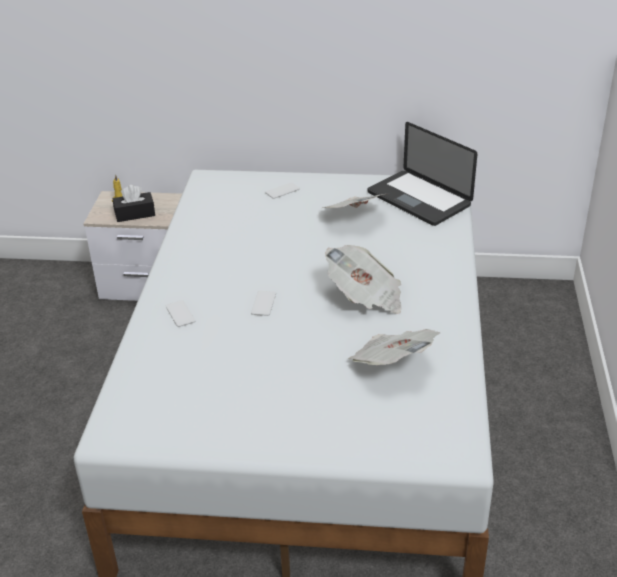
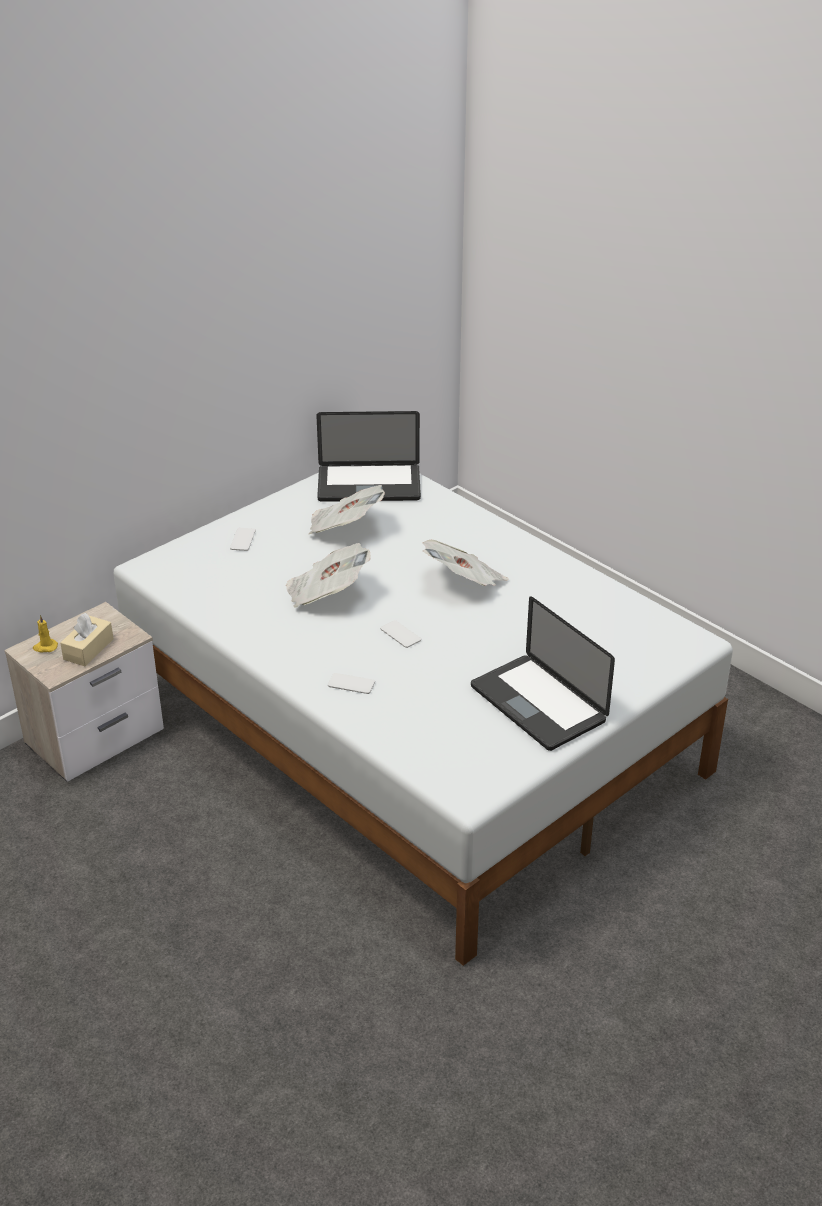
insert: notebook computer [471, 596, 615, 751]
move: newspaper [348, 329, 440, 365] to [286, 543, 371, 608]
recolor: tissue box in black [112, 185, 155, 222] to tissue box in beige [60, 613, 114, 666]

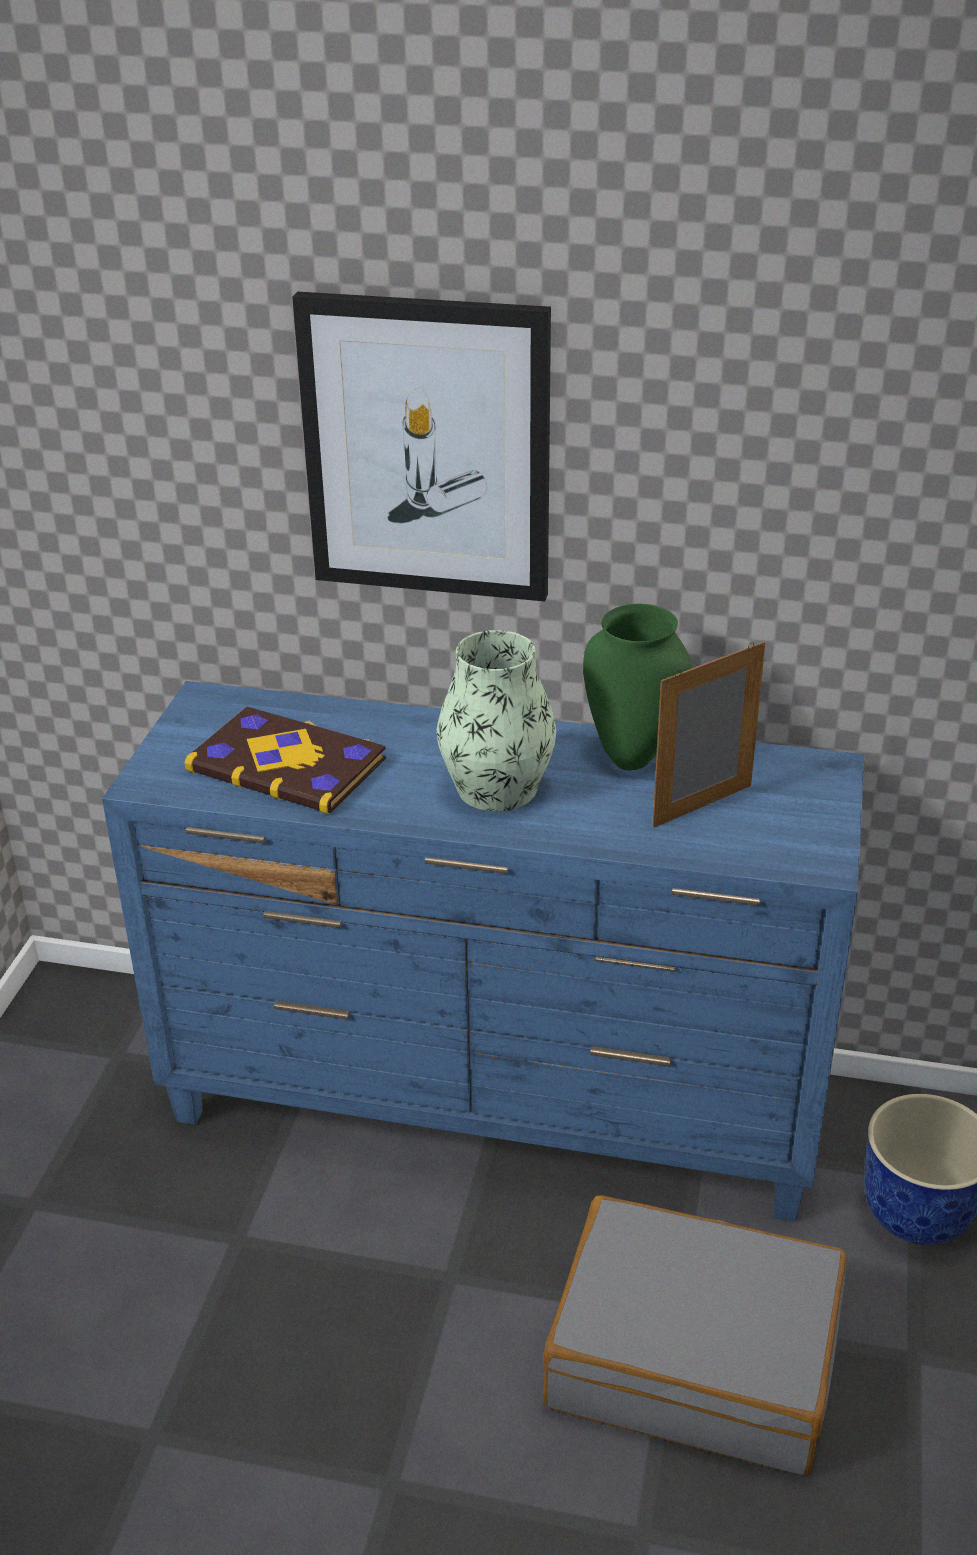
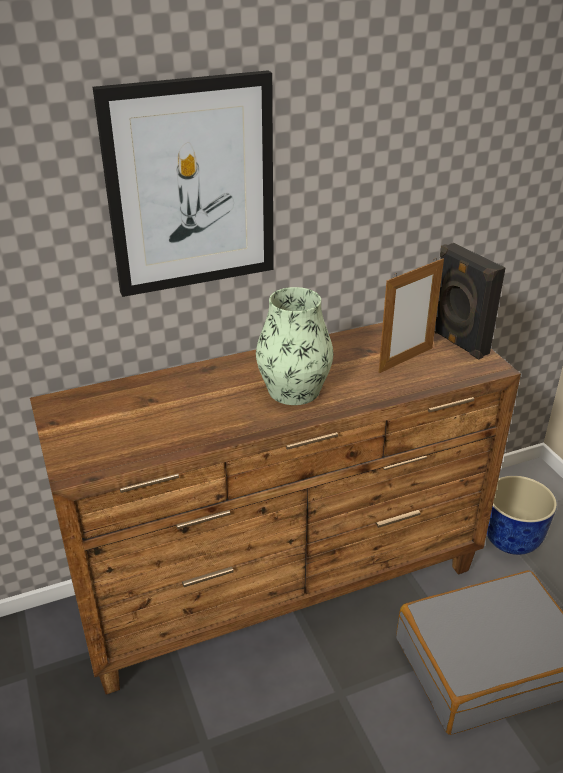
delete: bound book [185, 706, 386, 814]; decorative vase in greenish [583, 604, 692, 771]
insert: loudspeaker in black [434, 243, 505, 359]
recolor: chest of drawers in bluish [102, 681, 865, 1222] to chest of drawers in brown [30, 323, 521, 695]
rotate: standing frame [652, 642, 765, 828] = [379, 258, 444, 373] 150 degrees counterclockwise

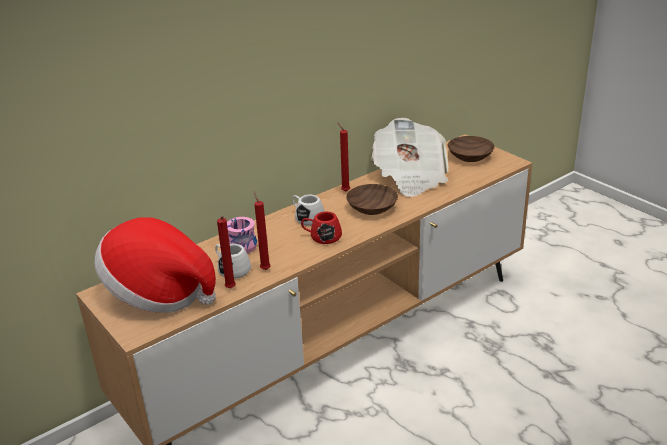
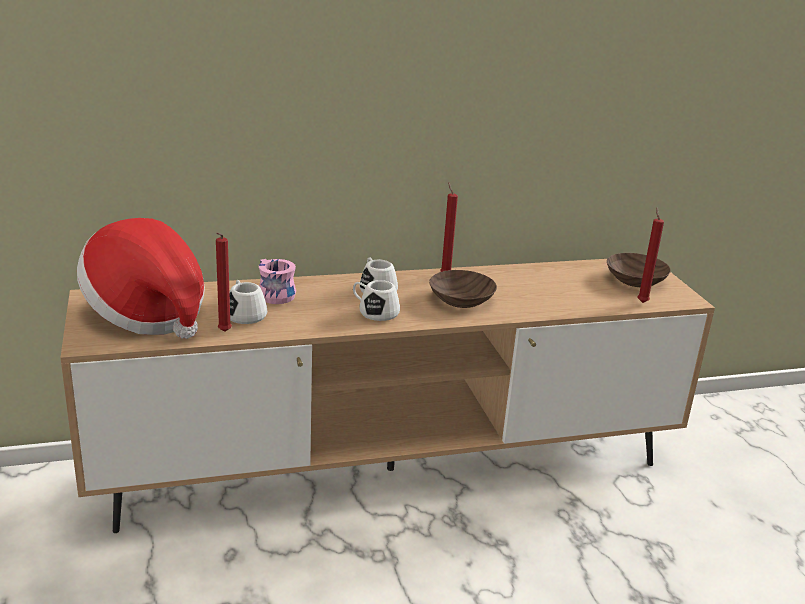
delete: newspaper [371, 118, 448, 197]
move: candle in reddish [254, 192, 271, 270] to [637, 207, 664, 303]
recolor: mug in reddish [301, 212, 342, 244] to mug in whitish [353, 280, 400, 321]

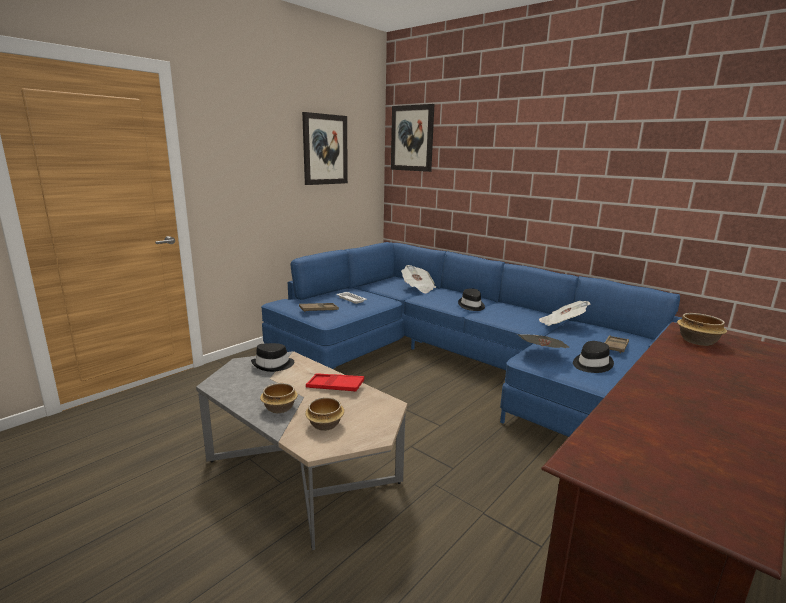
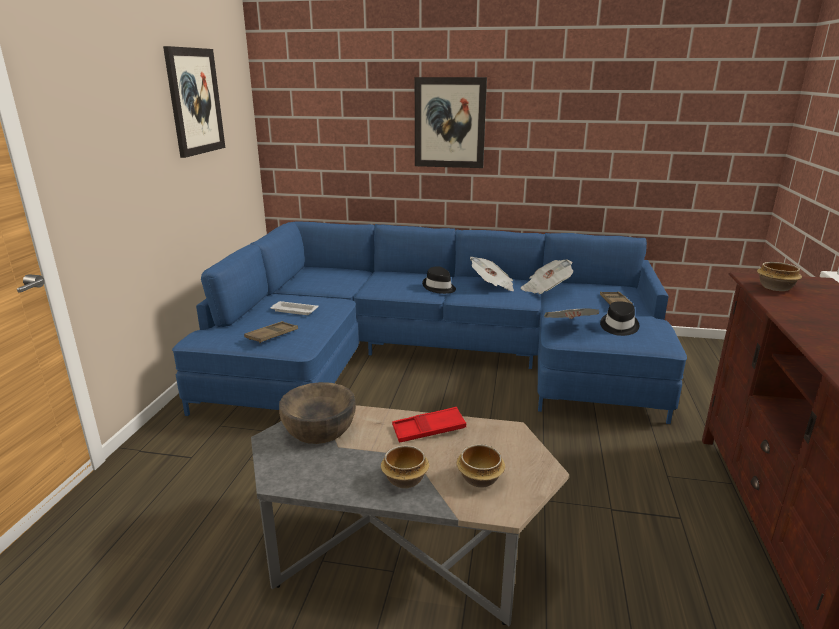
move: wall art [391, 104, 434, 172] to [415, 77, 487, 168]; newspaper [401, 265, 436, 293] to [470, 257, 514, 291]
replace: clothing hat in black [251, 343, 294, 372] to serving bowl in brown [279, 382, 356, 444]

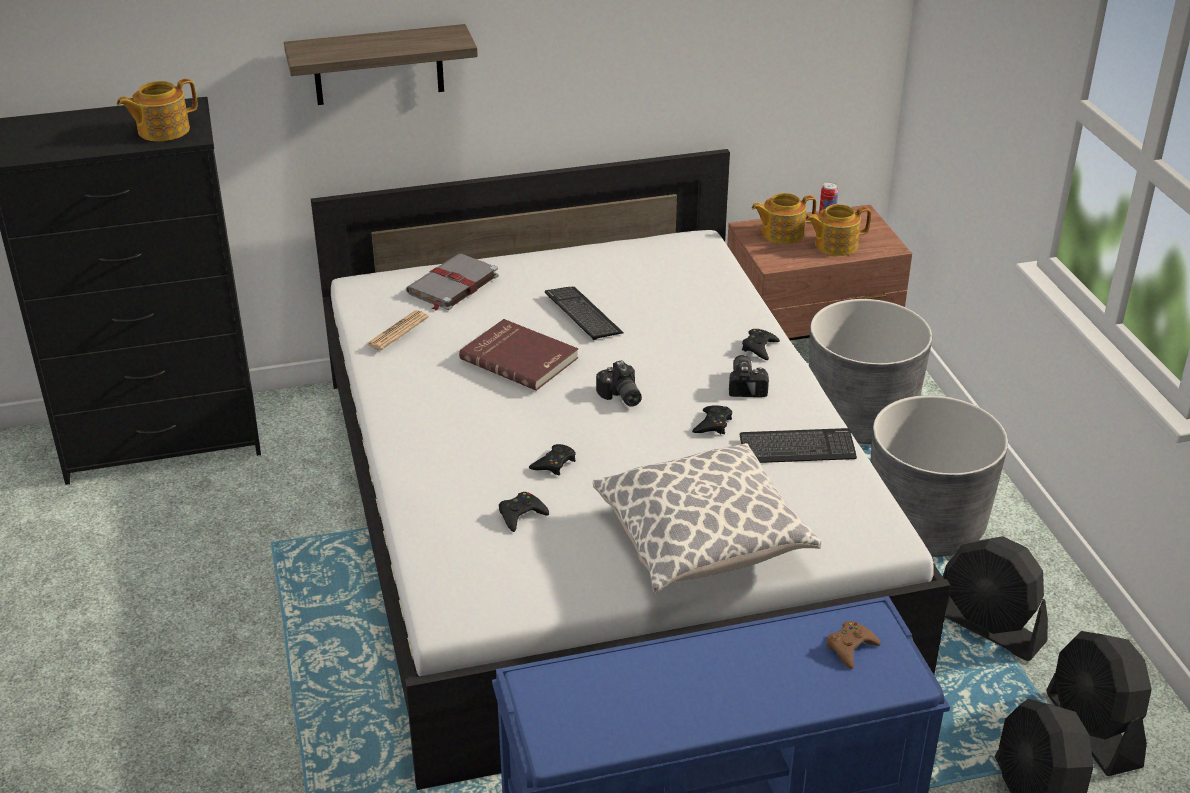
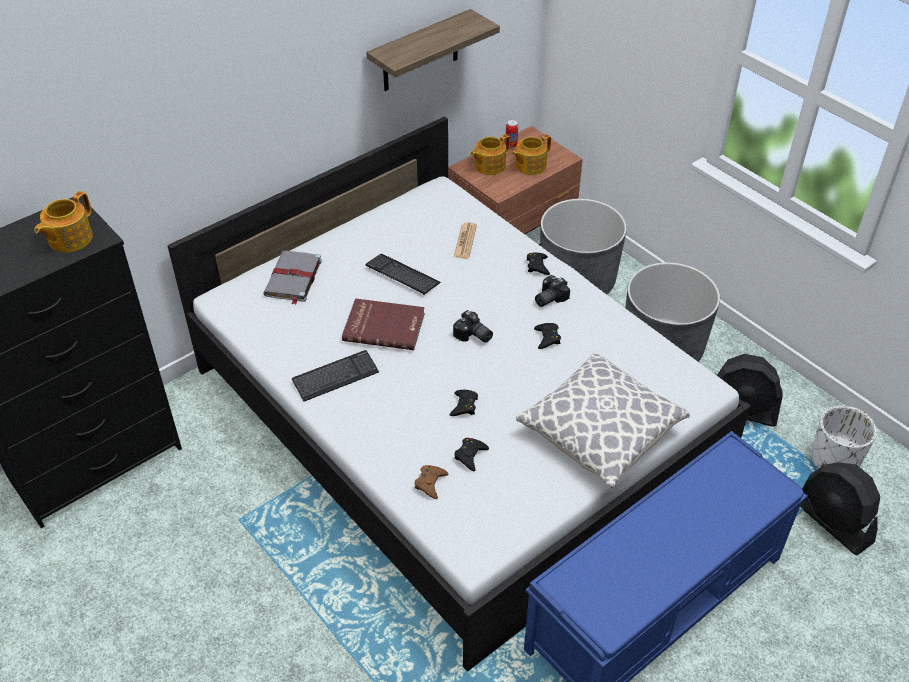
move: computer keyboard [740, 428, 857, 463] to [292, 350, 379, 402]; bracket shelf [284, 24, 478, 105] to [366, 9, 500, 91]; gamepad in brown [826, 621, 881, 669] to [415, 465, 448, 499]; newspaper [366, 310, 429, 350] to [454, 223, 477, 259]
replace: fan in black [1046, 631, 1152, 776] to planter in whitish [811, 405, 877, 469]
rotate: photo camera [729, 355, 769, 397] = [535, 275, 570, 307] 105 degrees counterclockwise

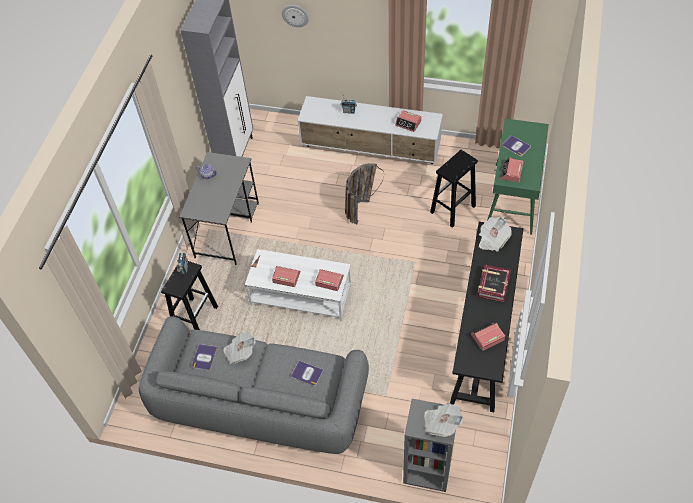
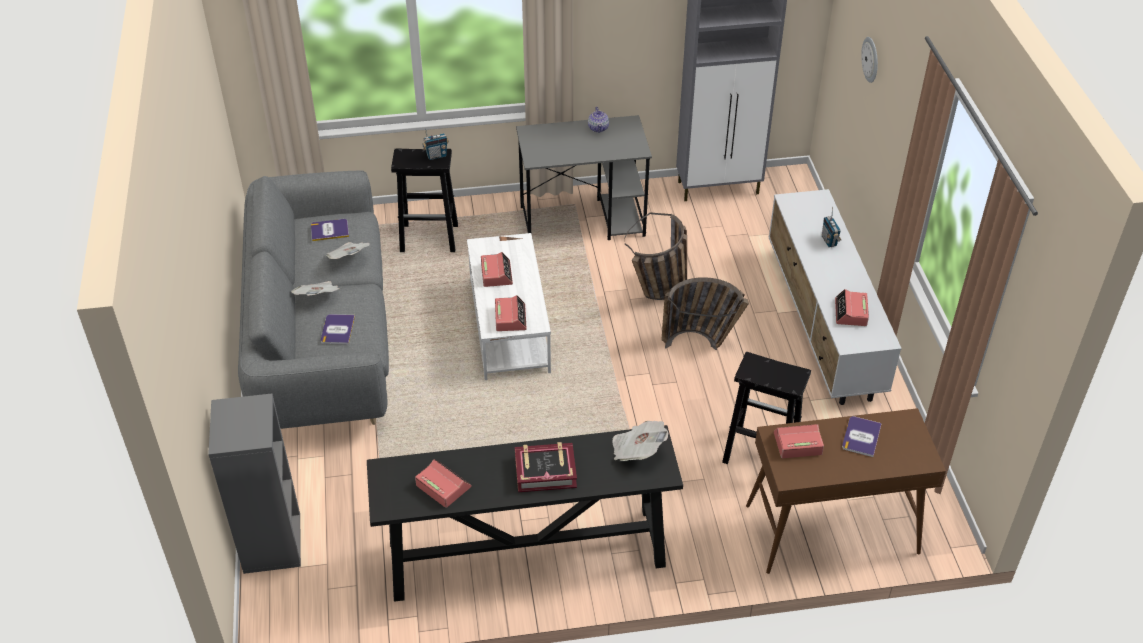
insert: storage basket [625, 212, 687, 300]
move: newspaper [424, 403, 463, 437] to [291, 281, 340, 296]
recolor: hall table in greenish [487, 118, 549, 235] to hall table in brown [746, 408, 946, 574]

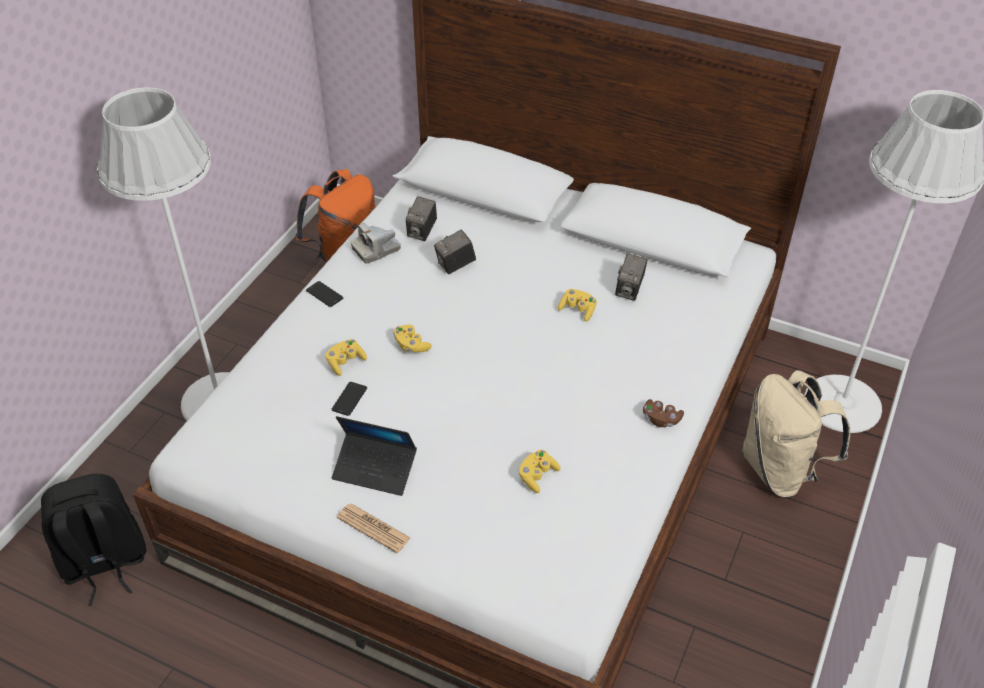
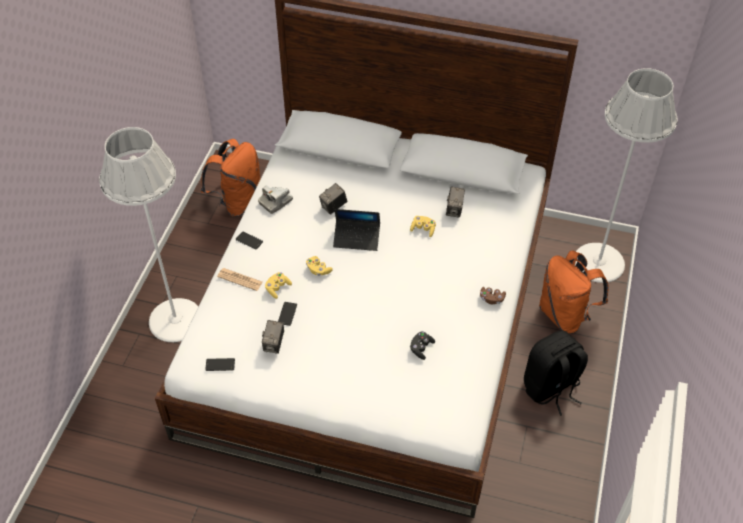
insert: phone [205, 358, 235, 371]
move: newspaper [337, 503, 410, 553] to [217, 268, 263, 291]; photo camera [406, 196, 437, 241] to [262, 320, 284, 354]; notebook computer [332, 416, 417, 496] to [333, 209, 380, 251]; rucksack in black [41, 474, 146, 606] to [524, 331, 588, 416]
recolor: gamepad in yellowish [519, 450, 561, 493] to gamepad in black [410, 331, 435, 360]; rucksack in beige [742, 370, 851, 498] to rucksack in orange-coloured [539, 250, 609, 333]

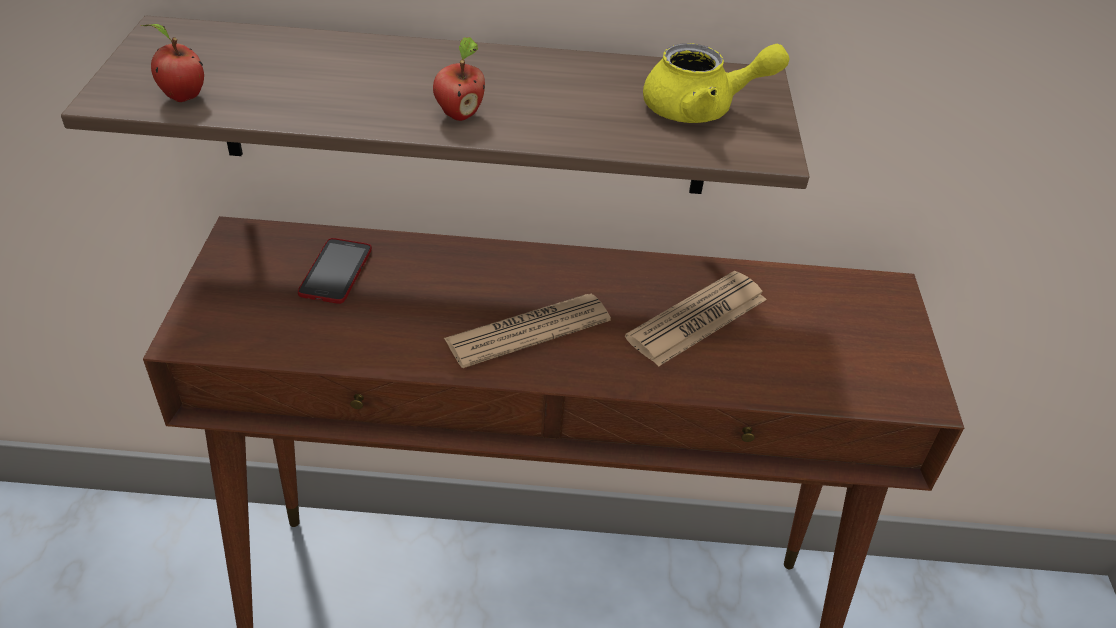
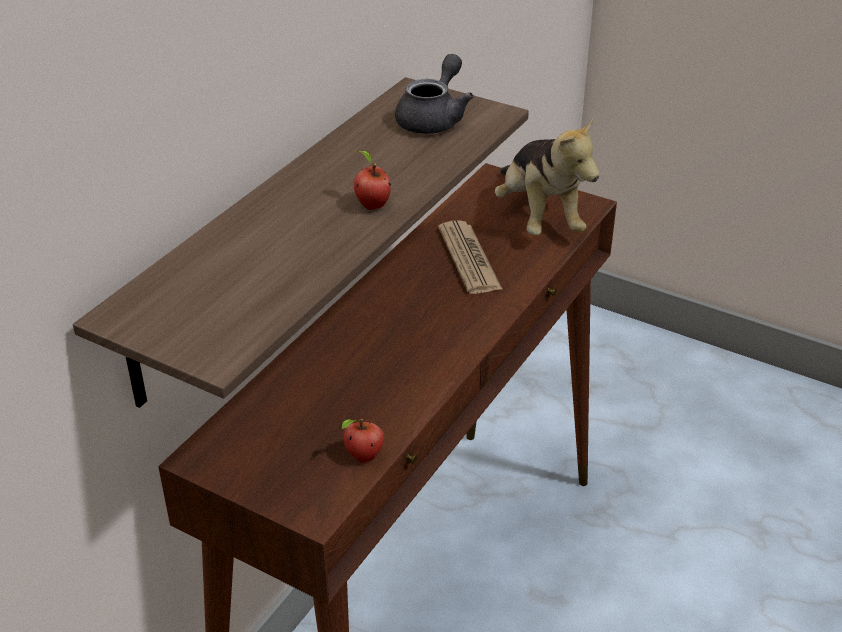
delete: phone [298, 238, 372, 304]; newspaper [444, 294, 611, 368]
insert: cuddly toy [495, 117, 600, 235]
move: whole apple [141, 24, 204, 102] to [342, 419, 384, 463]
recolor: pot for tea in yellowish [643, 43, 790, 123] to pot for tea in grey [395, 54, 474, 134]

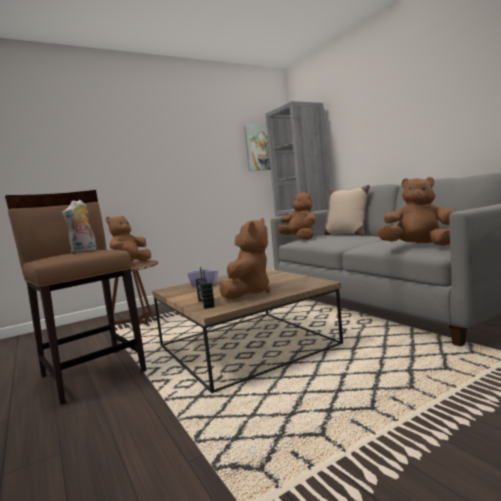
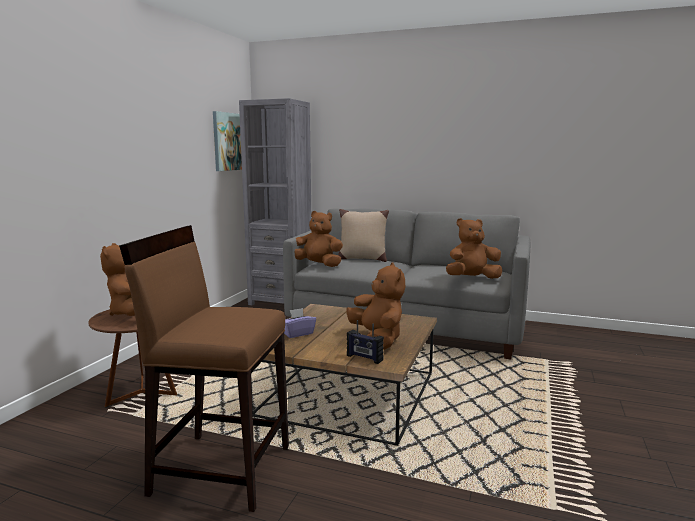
delete: cuddly toy [62, 200, 96, 253]

